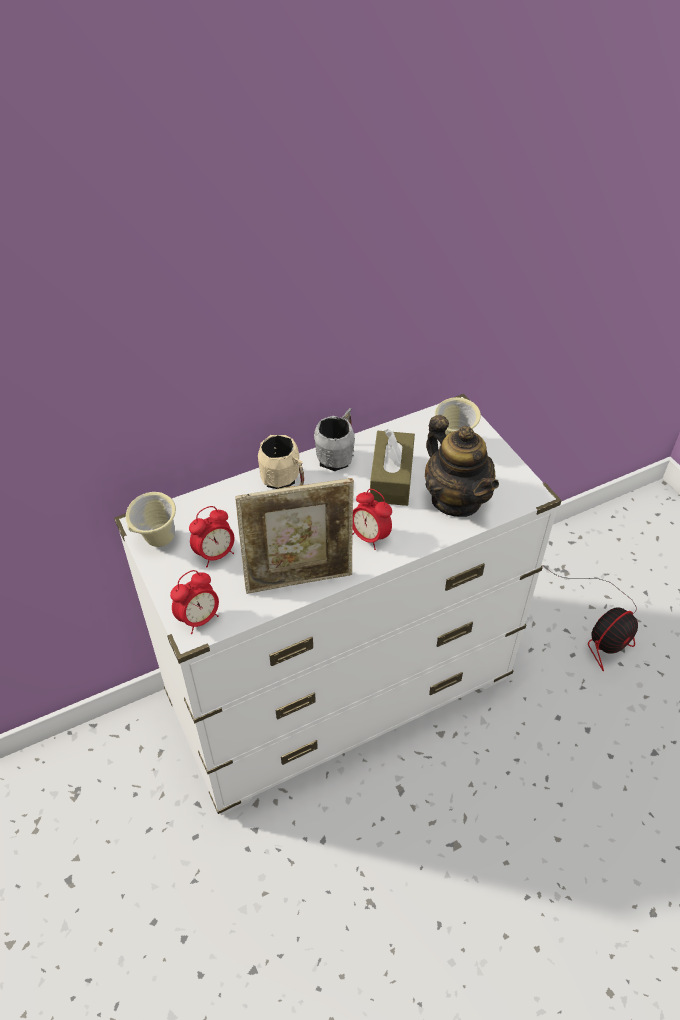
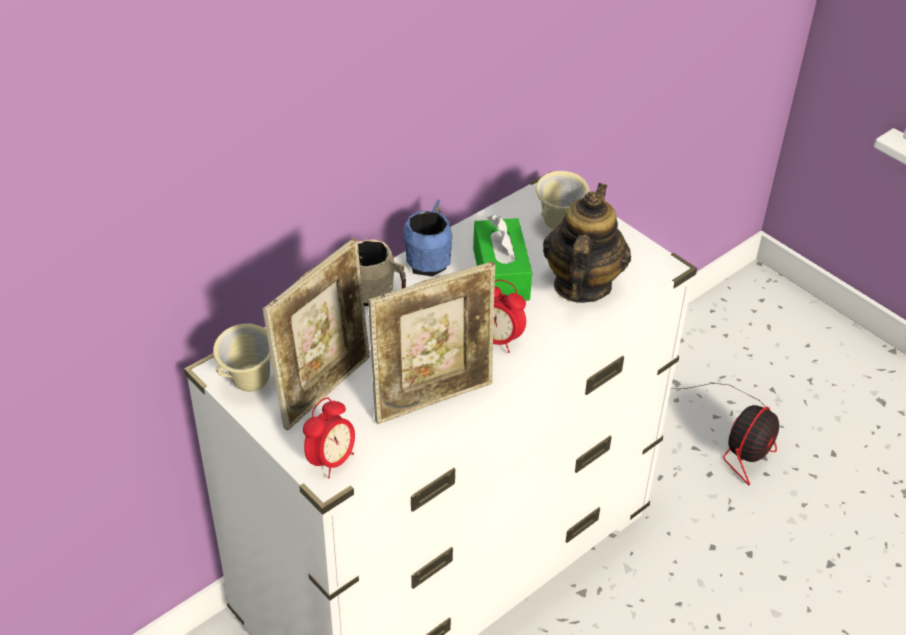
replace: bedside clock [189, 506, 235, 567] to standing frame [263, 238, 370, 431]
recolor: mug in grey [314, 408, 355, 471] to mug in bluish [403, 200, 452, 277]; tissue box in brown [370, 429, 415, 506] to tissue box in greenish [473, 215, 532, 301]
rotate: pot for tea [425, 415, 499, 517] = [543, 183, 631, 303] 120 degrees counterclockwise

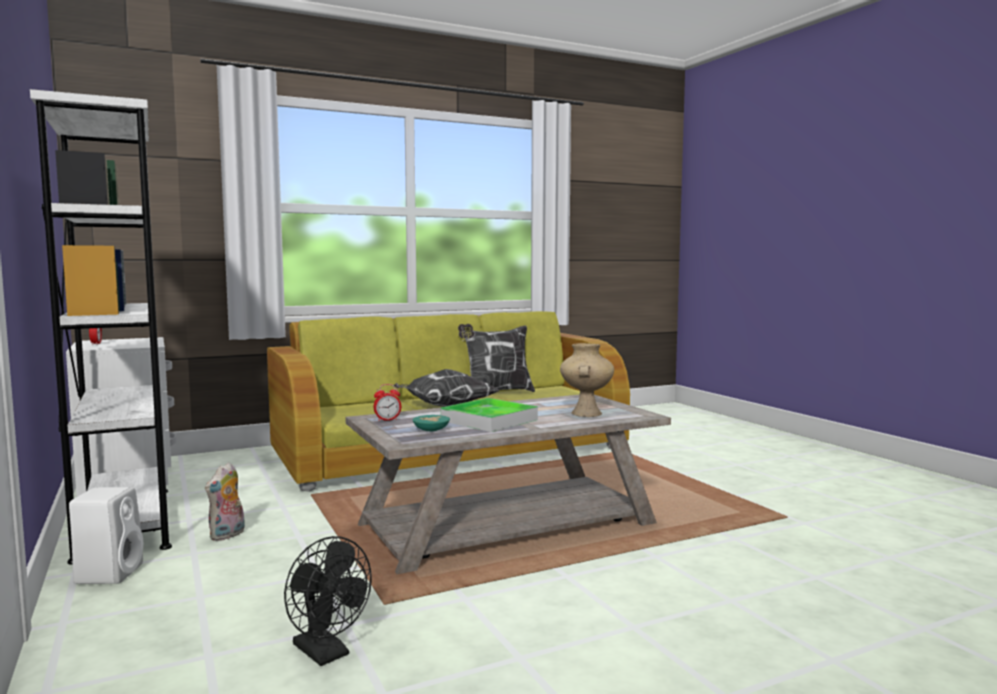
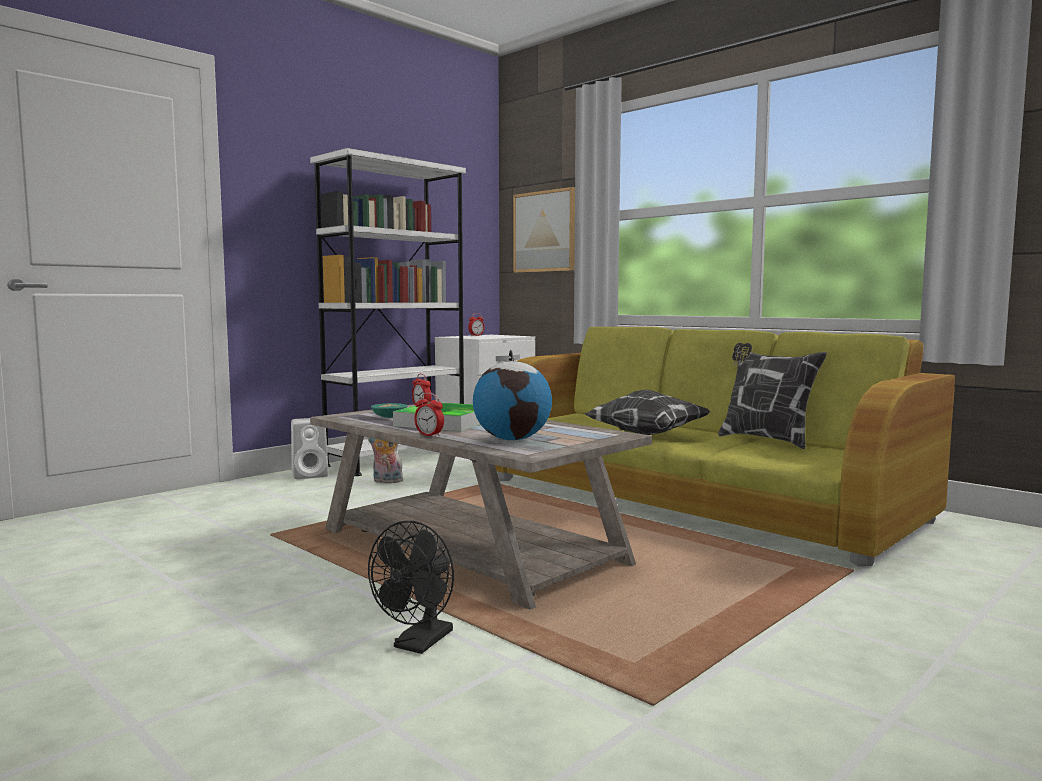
insert: bedside clock [414, 392, 444, 437]; wall art [513, 187, 575, 273]
move: fan in black [284, 536, 371, 666] to [368, 521, 454, 654]
replace: decorative vase in beige [560, 343, 614, 417] to world globe [473, 350, 552, 440]

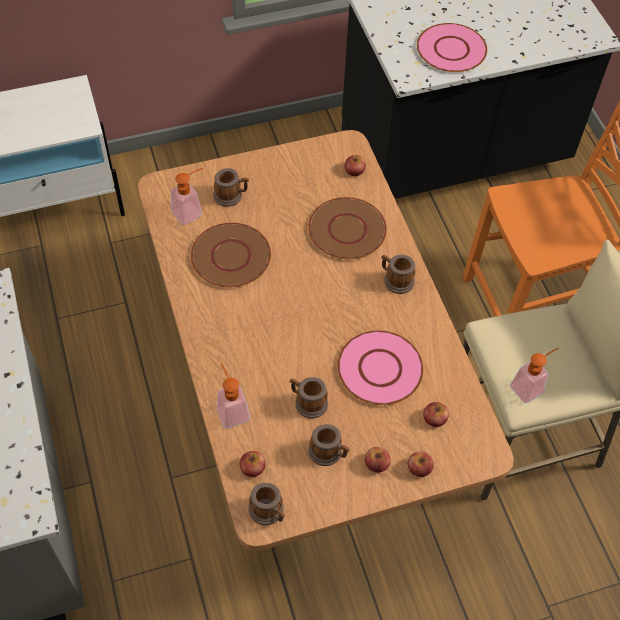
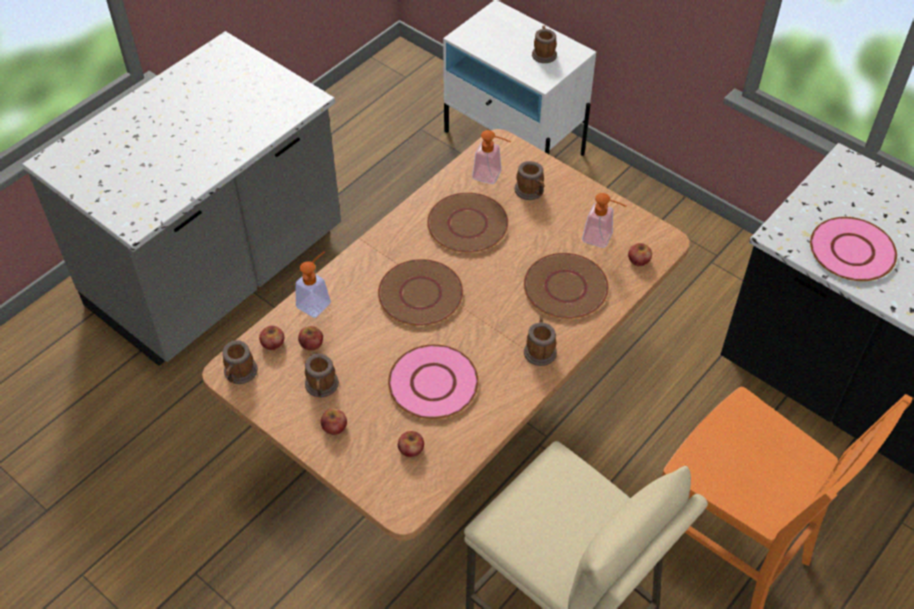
insert: plate in brown [378, 259, 463, 326]
move: whole apple [408, 452, 434, 477] to [298, 326, 323, 351]; mug [290, 377, 328, 418] to [532, 25, 557, 63]; soap dispenser [510, 348, 558, 403] to [582, 193, 627, 248]

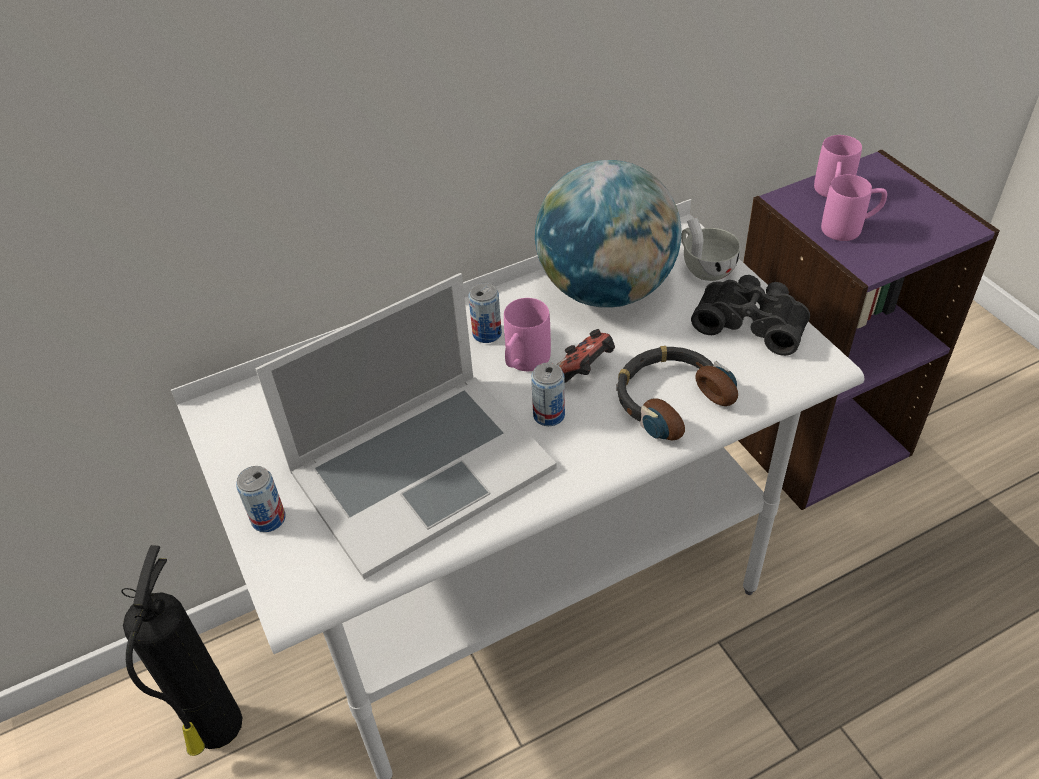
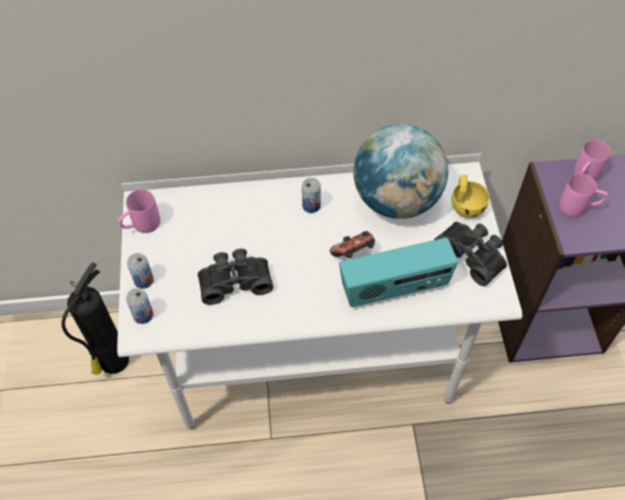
move: mug in pink-coloured [504, 298, 551, 371] to [118, 189, 160, 233]; metal can [531, 362, 565, 426] to [126, 288, 153, 324]
replace: notebook computer [255, 273, 557, 579] to binoculars in black [198, 249, 273, 305]; headphones [617, 346, 738, 440] to radio receiver [339, 238, 458, 307]
recolor: cup in whitish [681, 217, 741, 281] to cup in yellowish [452, 175, 490, 218]

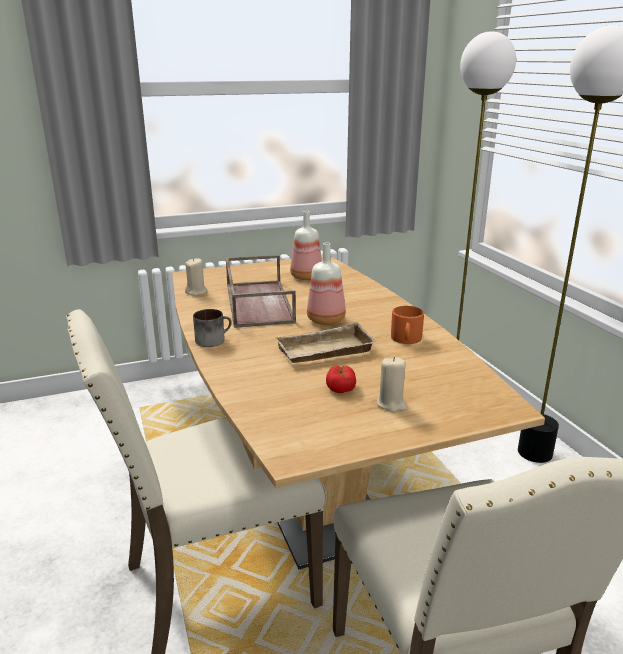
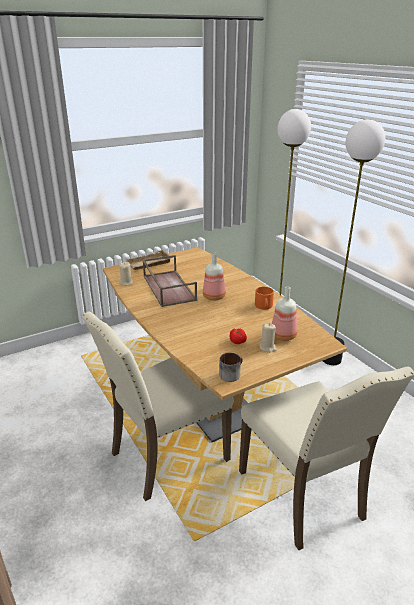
move: serving tray in beige [275, 322, 377, 363] to [125, 250, 171, 270]; mug [193, 309, 232, 347] to [219, 353, 243, 382]; bottle [290, 211, 322, 280] to [272, 287, 297, 341]

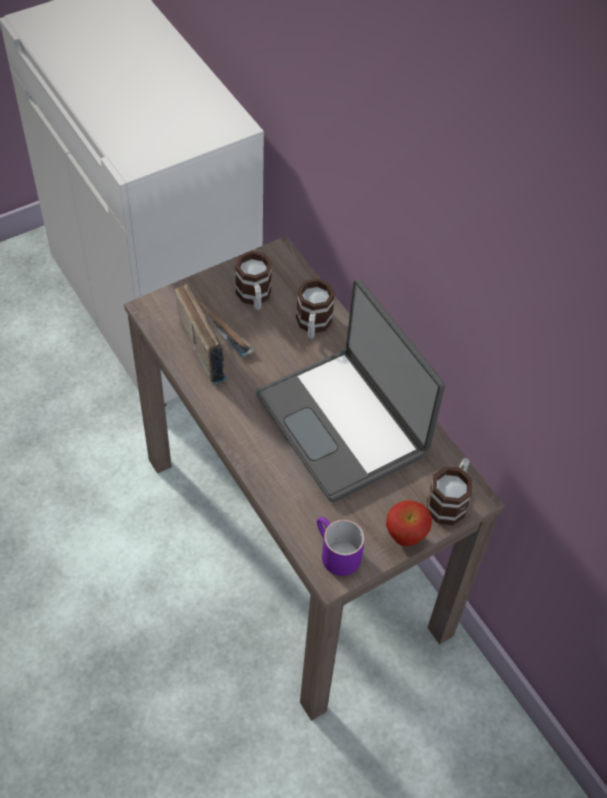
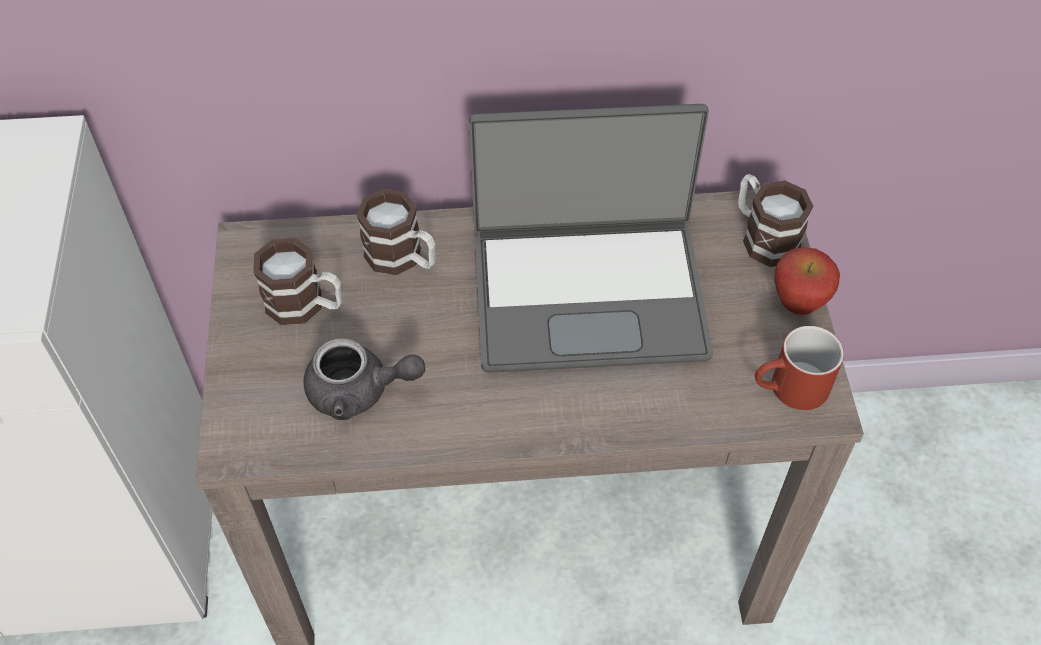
replace: radio receiver [175, 283, 254, 385] to pot for tea in grey [304, 338, 425, 420]
recolor: mug in purplish [317, 517, 365, 576] to mug in reddish [755, 326, 844, 410]

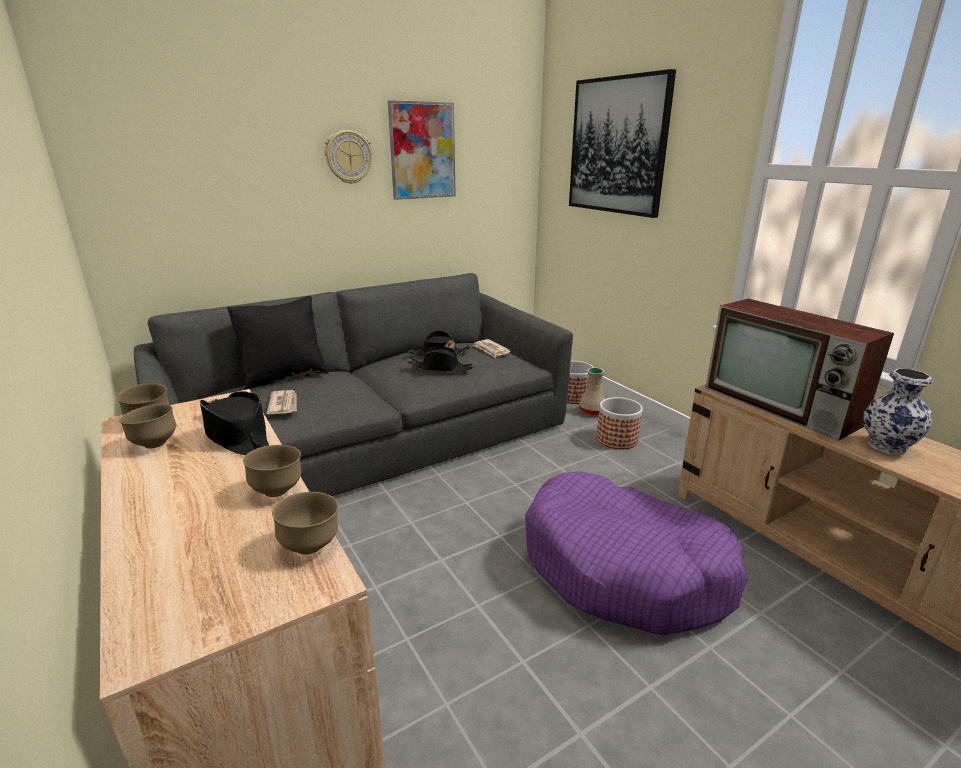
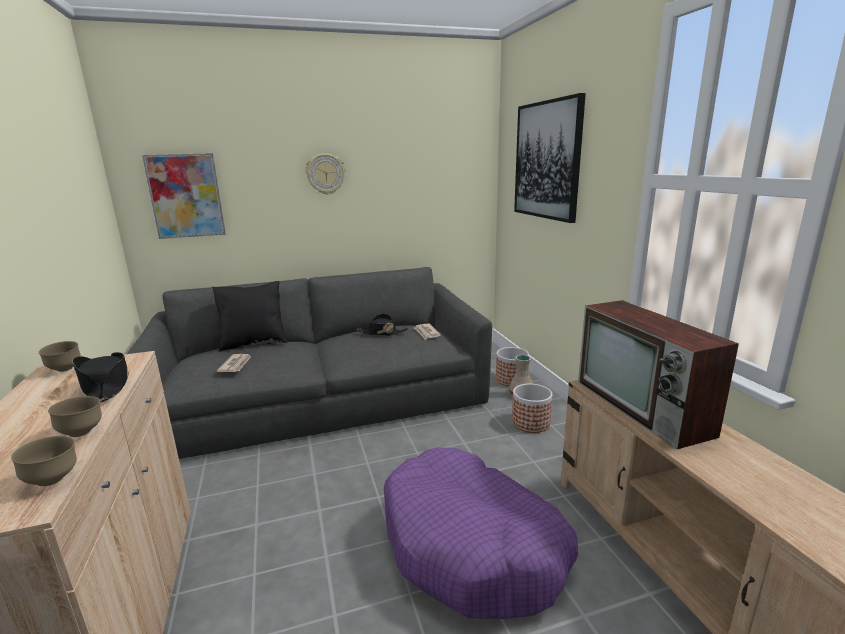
delete: serving bowl in brown [119, 404, 176, 448]; clothing hat in black [408, 347, 474, 372]; decorative vase [863, 368, 933, 455]
move: wall art [388, 100, 456, 200] to [142, 153, 226, 239]

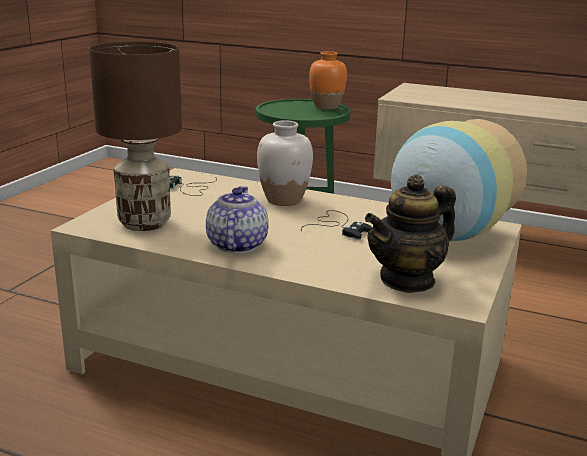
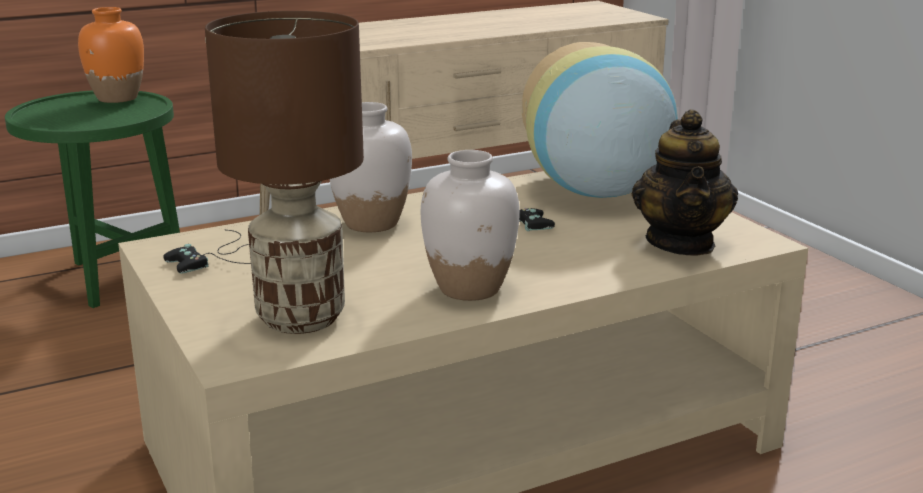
replace: pot for tea [206, 186, 268, 253] to decorative vase in whitish [421, 150, 520, 301]

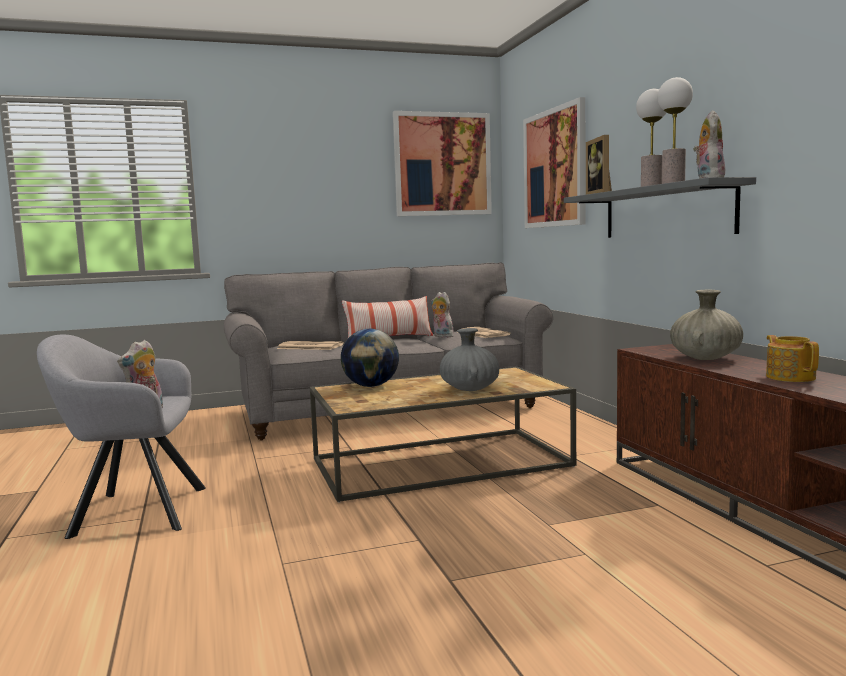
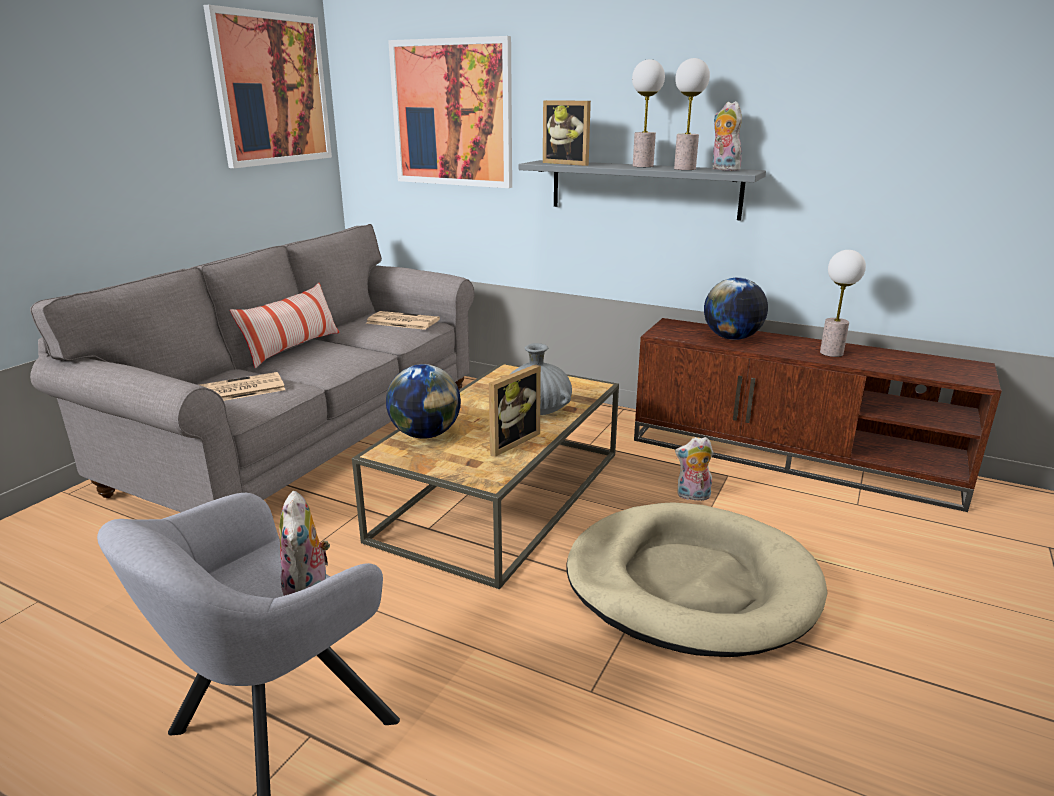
insert: standing frame [489, 364, 541, 457]; pet bed in beige [566, 502, 828, 657]
move: cuddly toy [431, 292, 454, 337] to [675, 437, 714, 501]
replace: decorative vase in beige [670, 290, 743, 360] to world globe [704, 277, 768, 340]; pot for tea [766, 335, 819, 382] to tabletop lamp [820, 250, 866, 357]

